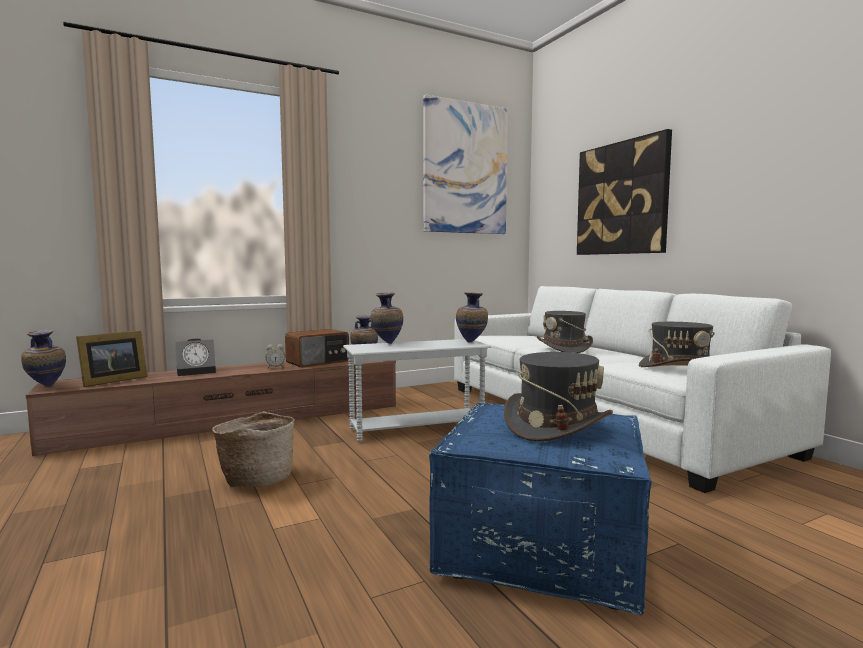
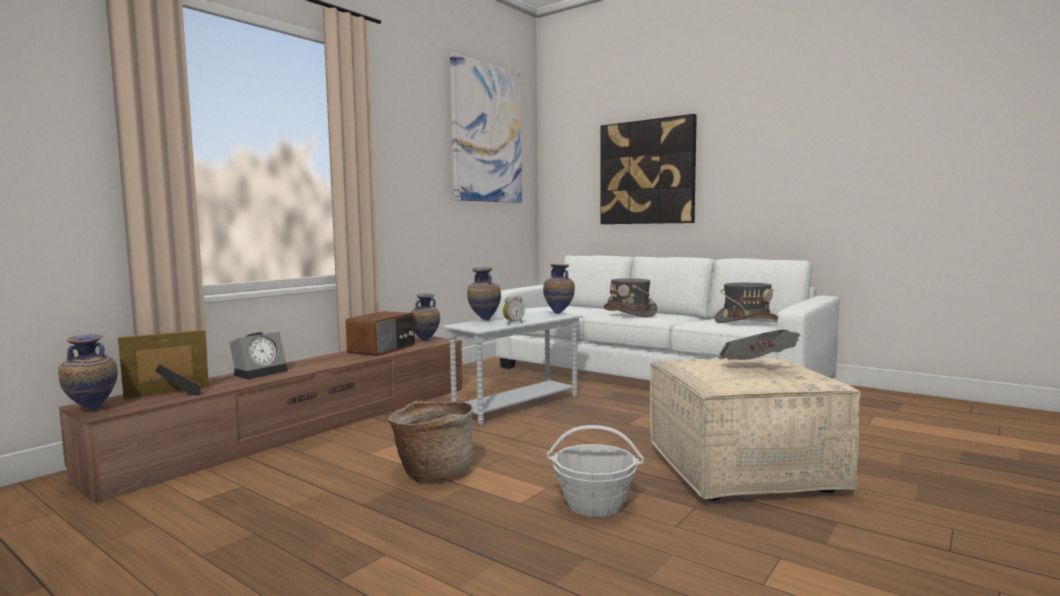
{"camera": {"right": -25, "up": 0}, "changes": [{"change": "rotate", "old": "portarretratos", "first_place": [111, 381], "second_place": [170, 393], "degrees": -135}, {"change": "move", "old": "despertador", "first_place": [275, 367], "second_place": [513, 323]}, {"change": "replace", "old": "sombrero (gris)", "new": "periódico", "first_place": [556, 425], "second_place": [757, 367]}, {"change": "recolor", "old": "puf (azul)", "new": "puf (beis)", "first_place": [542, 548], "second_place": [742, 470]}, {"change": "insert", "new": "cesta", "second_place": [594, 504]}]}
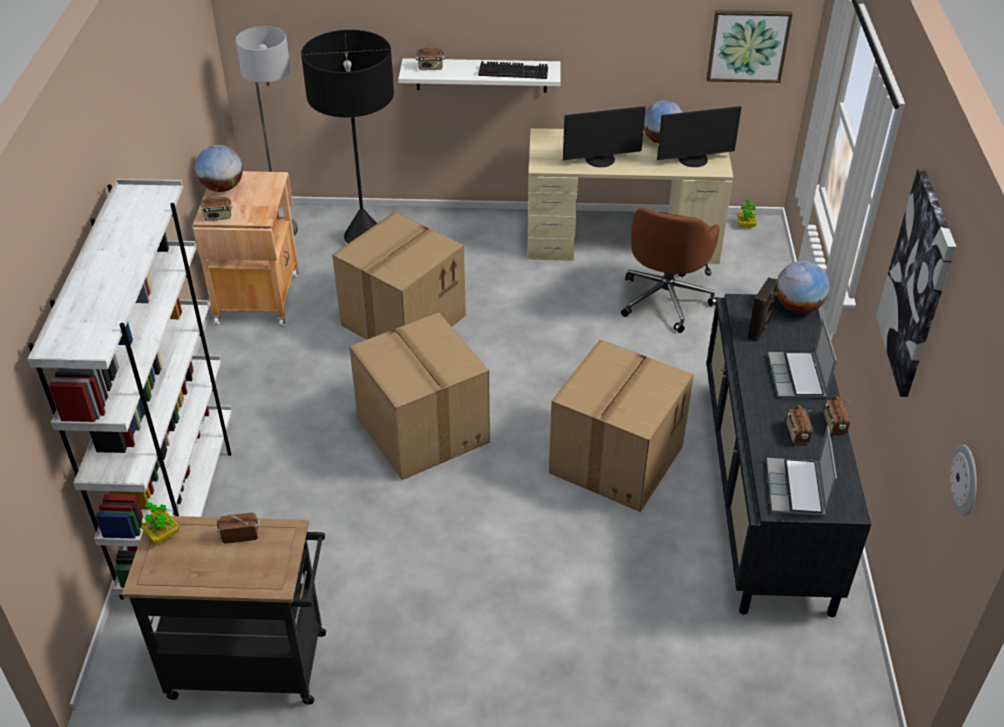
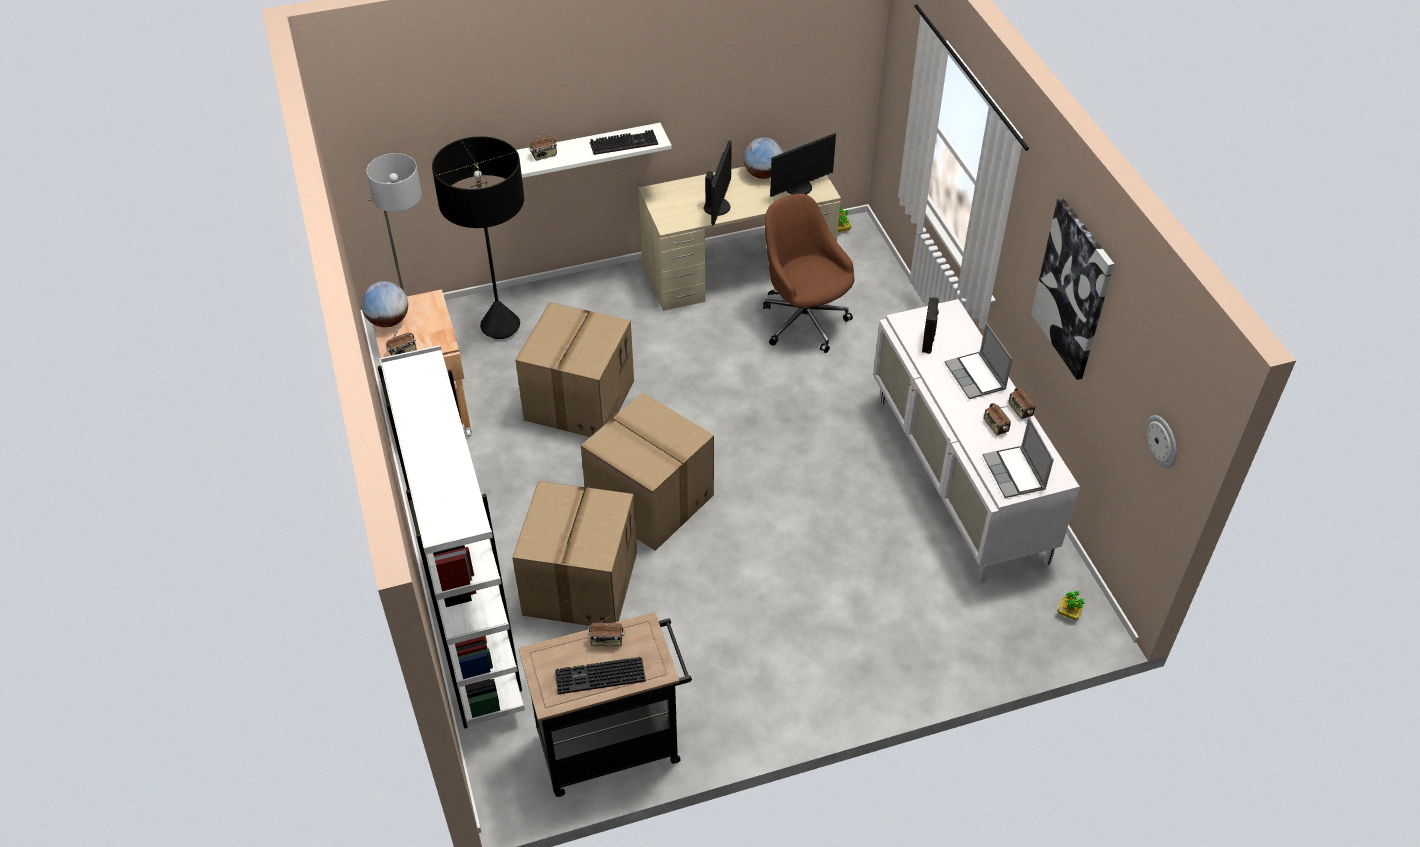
{"camera": {"right": -20, "up": 5}, "changes": [{"change": "delete", "old": "cuadro", "first_place": [748, 45]}, {"change": "rotate", "old": "monitor", "first_place": [600, 160], "second_place": [718, 207], "degrees": -45}, {"change": "rotate", "old": "silla de oficina (marrón)", "first_place": [665, 301], "second_place": [803, 322], "degrees": 150}, {"change": "delete", "old": "globo terráqueo", "first_place": [797, 307]}, {"change": "recolor", "old": "armario (negro)", "new": "armario (blanco)", "first_place": [763, 496], "second_place": [957, 478]}, {"change": "move", "old": "caja de cartón", "first_place": [615, 457], "second_place": [579, 582]}, {"change": "move", "old": "planta en maceta", "first_place": [162, 535], "second_place": [1068, 612]}, {"change": "rotate", "old": "radio", "first_place": [240, 535], "second_place": [607, 641], "degrees": -150}, {"change": "insert", "new": "teclado", "second_place": [599, 678]}]}
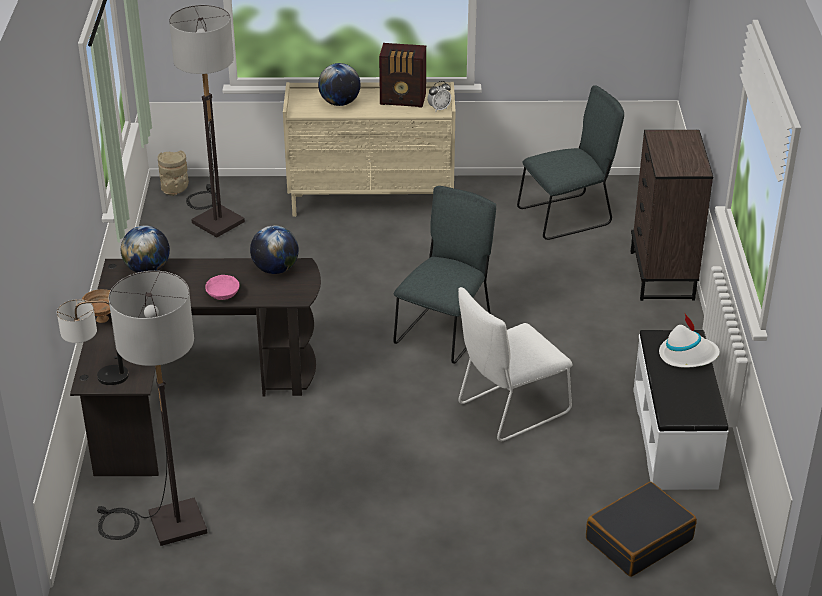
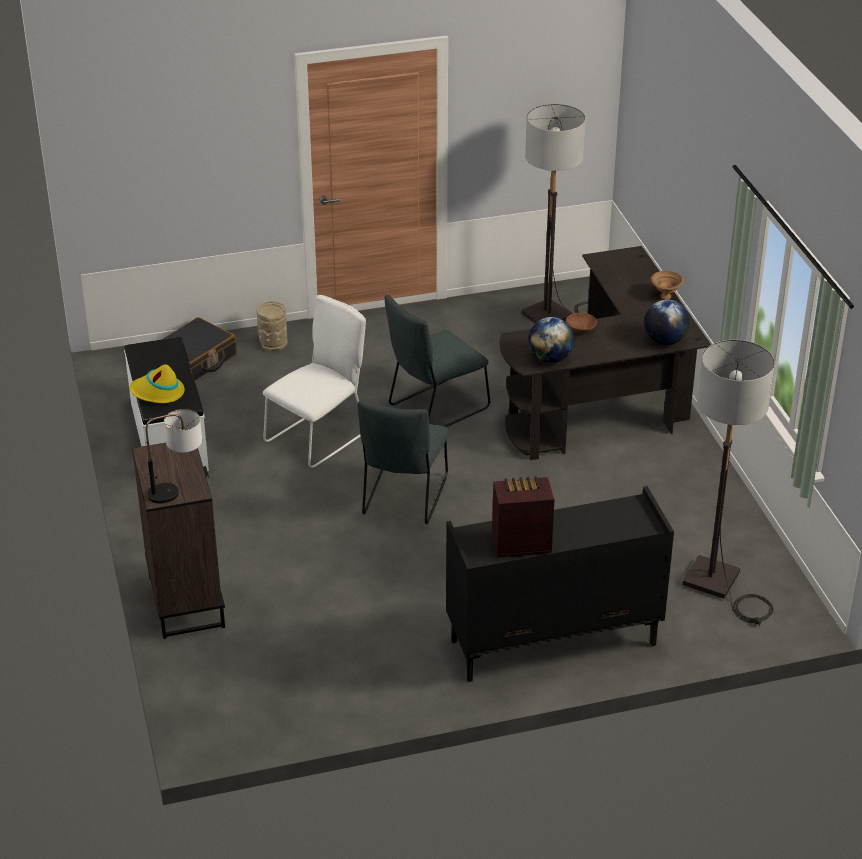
{"camera": {"right": 165, "up": 0}, "changes": [{"change": "delete", "old": "globo terráqueo", "first_place": [339, 103]}, {"change": "delete", "old": "despertador", "first_place": [439, 109]}, {"change": "recolor", "old": "cómoda (beis)", "new": "cómoda (negro)", "first_place": [371, 202], "second_place": [553, 643]}, {"change": "move", "old": "silla (gris)", "first_place": [568, 216], "second_place": [435, 408]}, {"change": "move", "old": "florero (beis)", "first_place": [175, 190], "second_place": [273, 343]}, {"change": "recolor", "old": "cuenco (rosa)", "new": "cuenco (marrón)", "first_place": [223, 294], "second_place": [581, 330]}, {"change": "move", "old": "lámpara de mesa", "first_place": [97, 377], "second_place": [178, 491]}, {"change": "recolor", "old": "sombrero (blanco)", "new": "sombrero (amarillo)", "first_place": [688, 355], "second_place": [157, 393]}]}
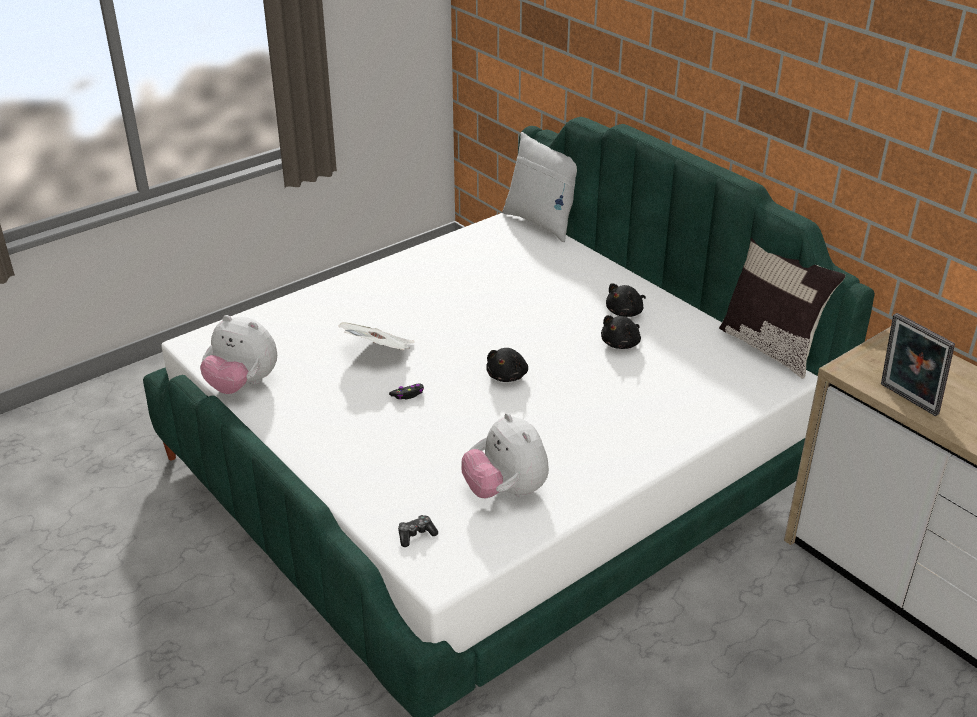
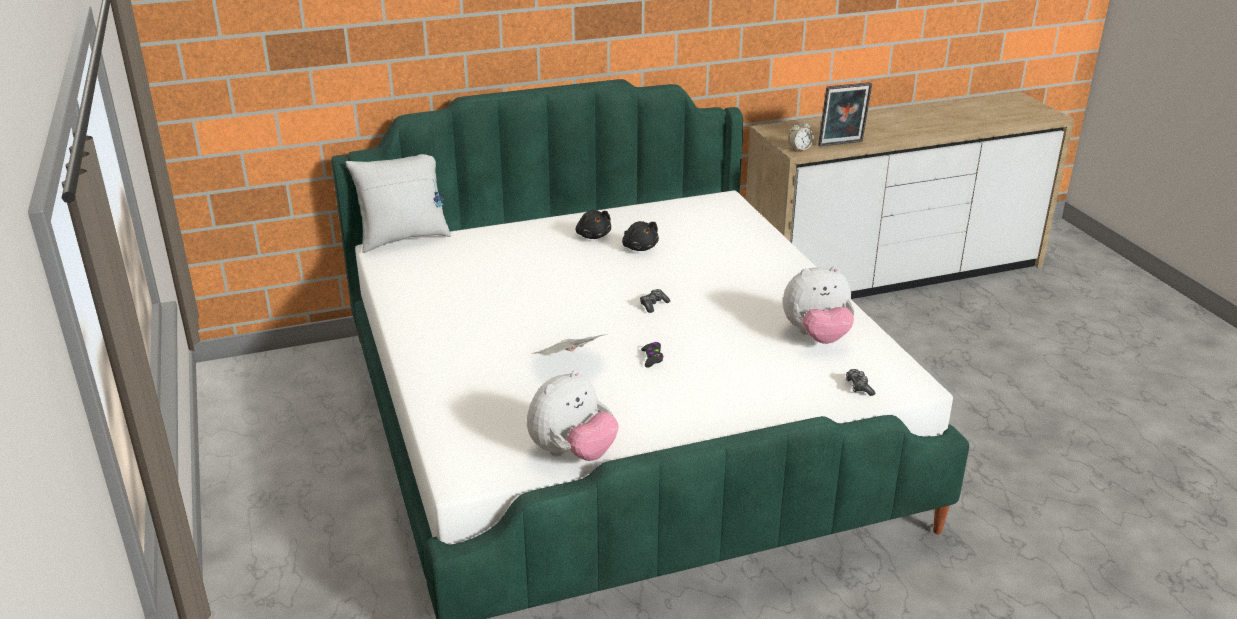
{"camera": {"right": -70, "up": -5}, "changes": [{"change": "delete", "old": "cojín", "first_place": [770, 348]}, {"change": "replace", "old": "peluche (negro)", "new": "mando de consola", "first_place": [507, 376], "second_place": [653, 305]}, {"change": "insert", "new": "despertador", "second_place": [800, 149]}]}
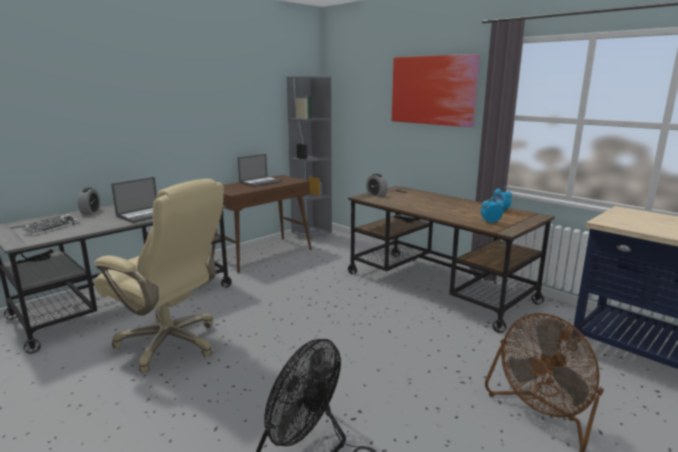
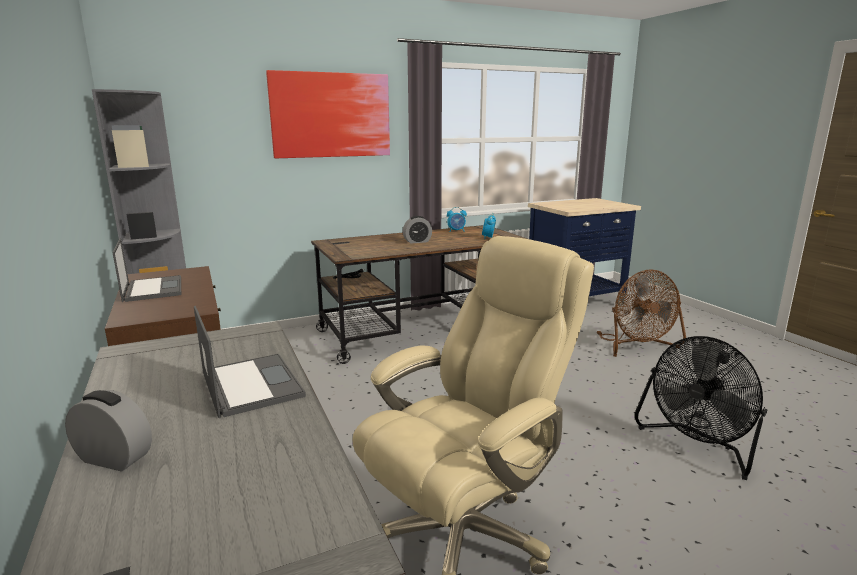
{"camera": {"right": -70, "up": 0}, "changes": [{"change": "move", "old": "despertador", "first_place": [376, 195], "second_place": [417, 241]}, {"change": "delete", "old": "teclado", "first_place": [52, 228]}]}
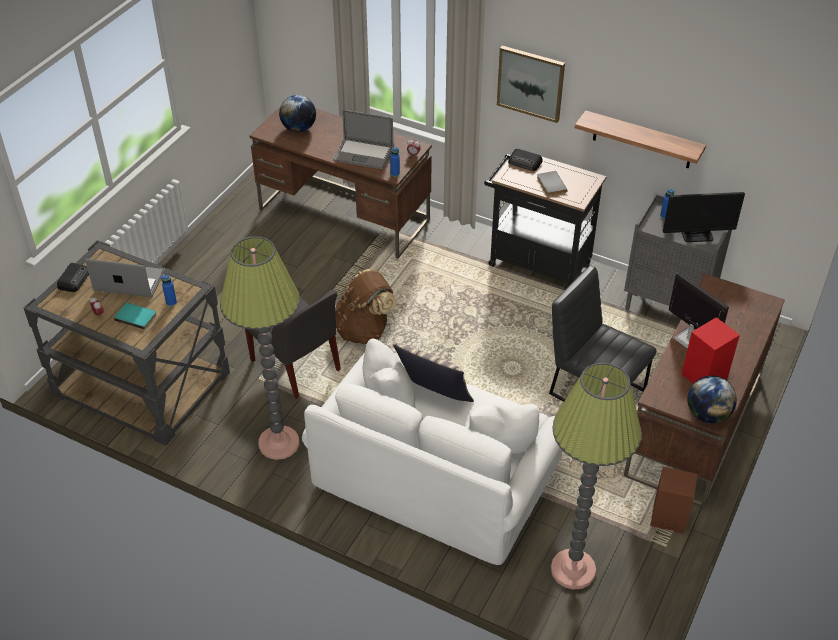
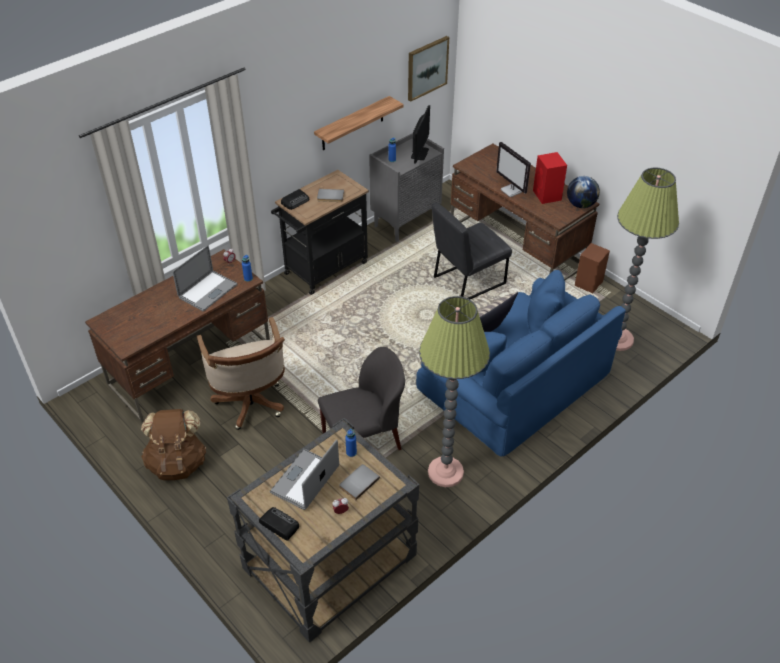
{"camera": {"right": -70, "up": 0}, "changes": [{"change": "move", "old": "cuadro", "first_place": [530, 83], "second_place": [427, 68]}, {"change": "delete", "old": "globo terráqueo", "first_place": [299, 128]}, {"change": "move", "old": "mochila (marrón)", "first_place": [364, 330], "second_place": [177, 463]}, {"change": "rotate", "old": "monitor", "first_place": [688, 339], "second_place": [511, 191], "degrees": -105}, {"change": "recolor", "old": "libro (turquesa)", "new": "libro (gris)", "first_place": [136, 316], "second_place": [358, 482]}, {"change": "recolor", "old": "sofá (blanco)", "new": "sofá (azul)", "first_place": [437, 474], "second_place": [513, 384]}, {"change": "insert", "new": "silla de oficina", "second_place": [251, 405]}]}
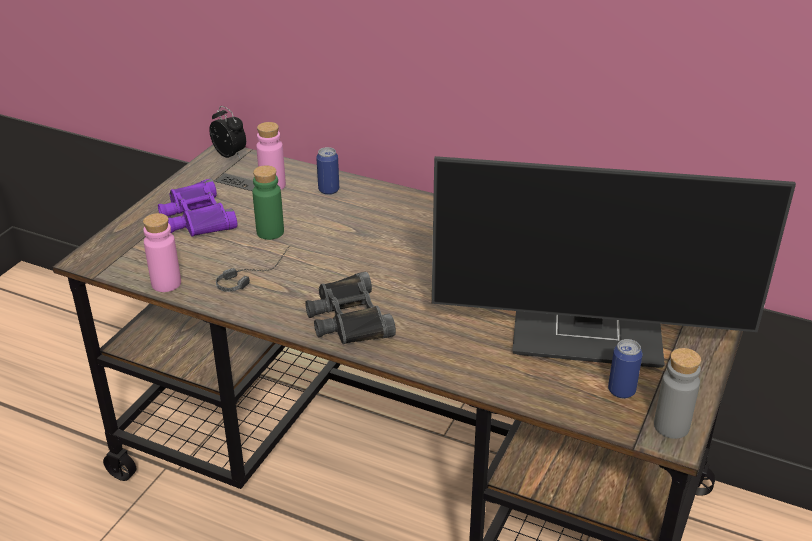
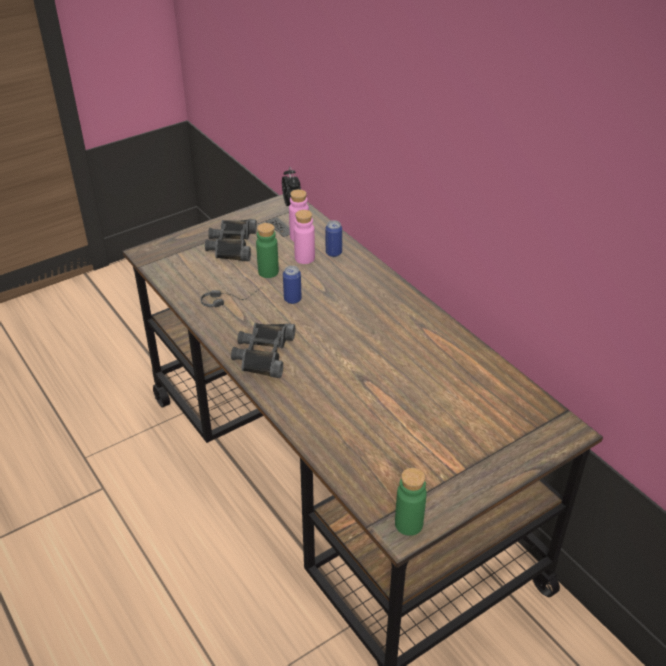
{"camera": {"right": 30, "up": 5}, "changes": [{"change": "delete", "old": "monitor", "first_place": [590, 333]}, {"change": "recolor", "old": "prismáticos (morado)", "new": "prismáticos (negro)", "first_place": [196, 217], "second_place": [231, 245]}, {"change": "move", "old": "botella (rosa)", "first_place": [166, 283], "second_place": [304, 258]}, {"change": "move", "old": "lata", "first_place": [621, 391], "second_place": [292, 299]}, {"change": "recolor", "old": "botella (gris)", "new": "botella (verde)", "first_place": [671, 426], "second_place": [408, 524]}]}
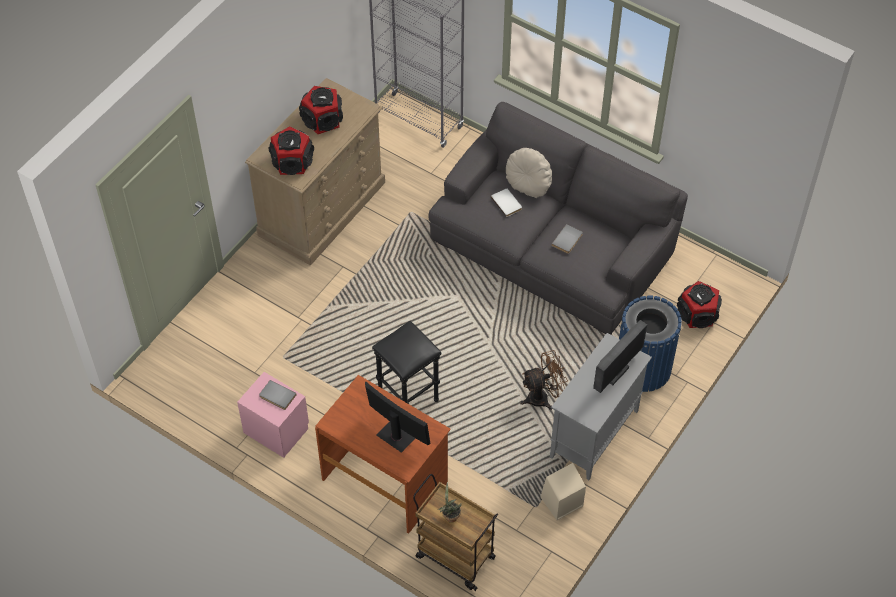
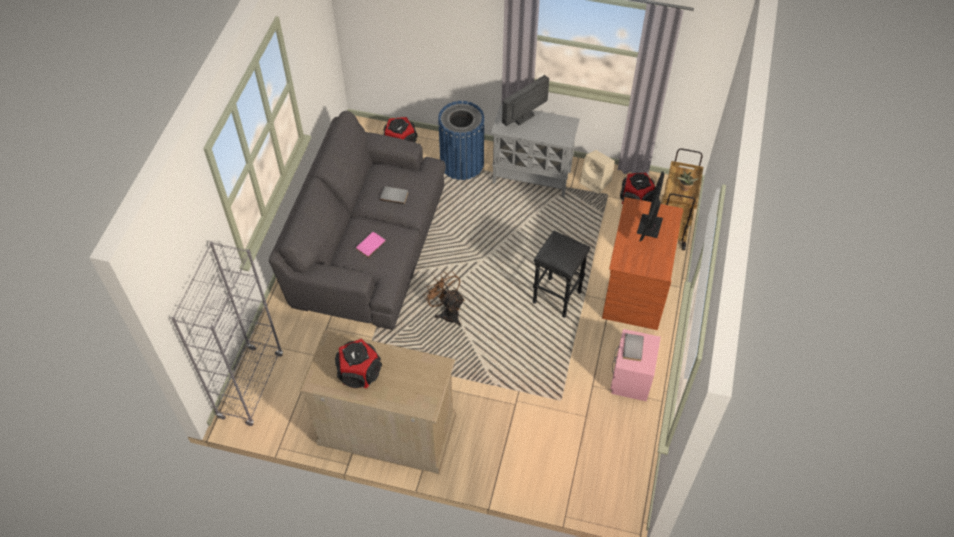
{"camera": {"right": -110, "up": 0}, "changes": [{"change": "move", "old": "altavoz", "first_place": [292, 162], "second_place": [635, 199]}, {"change": "delete", "old": "cojín (beis)", "first_place": [528, 187]}, {"change": "recolor", "old": "libro (blanco)", "new": "libro (rosa)", "first_place": [507, 203], "second_place": [370, 245]}, {"change": "rotate", "old": "monitor", "first_place": [616, 373], "second_place": [525, 119], "degrees": -60}, {"change": "move", "old": "ventilador (marrón)", "first_place": [543, 397], "second_place": [447, 312]}]}
